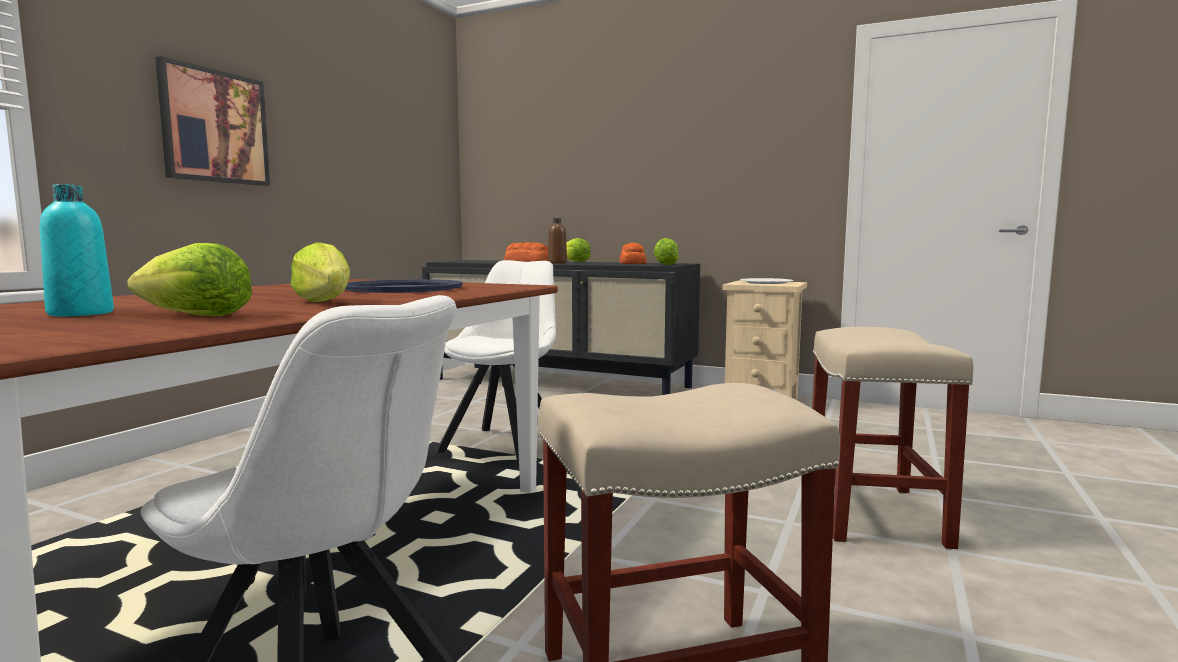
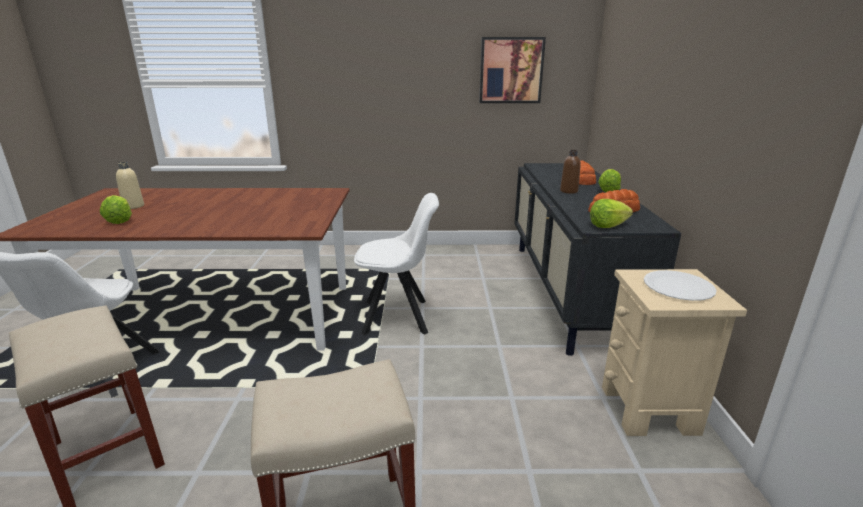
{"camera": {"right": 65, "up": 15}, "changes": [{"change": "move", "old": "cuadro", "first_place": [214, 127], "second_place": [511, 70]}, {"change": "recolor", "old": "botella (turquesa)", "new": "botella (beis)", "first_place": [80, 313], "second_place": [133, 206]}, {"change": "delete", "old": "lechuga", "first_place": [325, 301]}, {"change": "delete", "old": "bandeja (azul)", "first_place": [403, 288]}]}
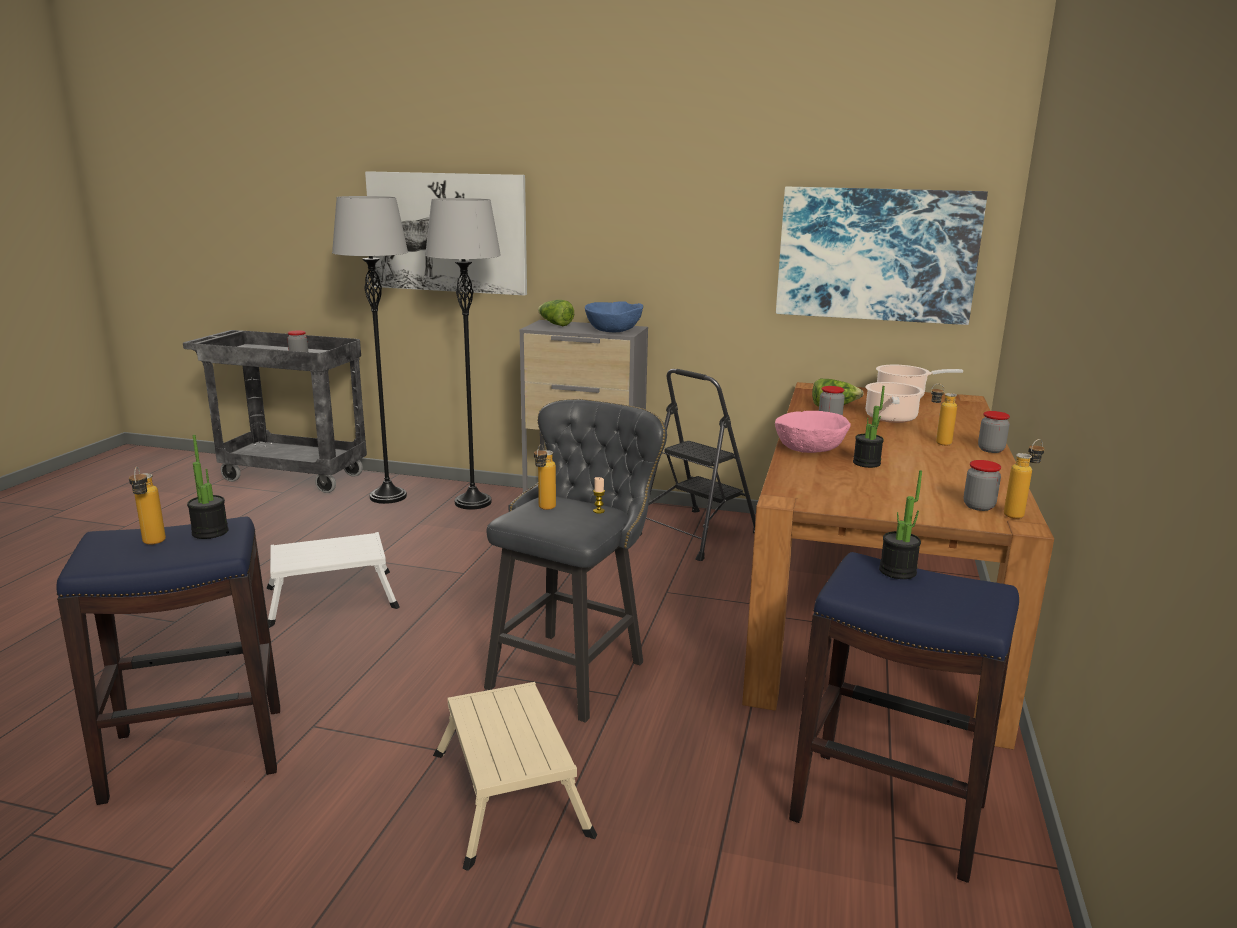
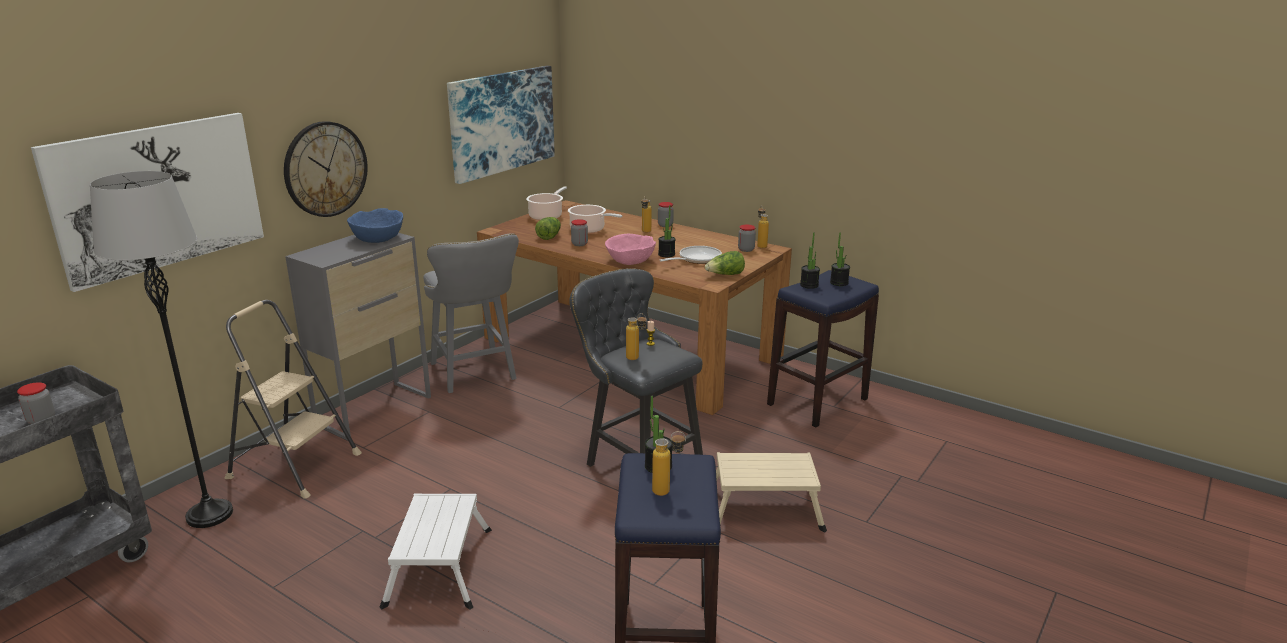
{"camera": {"right": -70, "up": 5}, "changes": [{"change": "replace", "old": "lámpara de pie (gris)", "new": "escalera de tijera (beis)", "first_place": [473, 502], "second_place": [291, 464]}, {"change": "move", "old": "lechuga", "first_place": [555, 324], "second_place": [725, 275]}, {"change": "replace", "old": "escalera de tijera (negro)", "new": "taburete (gris)", "first_place": [695, 534], "second_place": [476, 376]}, {"change": "insert", "new": "reloj de pared", "second_place": [325, 169]}, {"change": "insert", "new": "planta en maceta", "second_place": [839, 283]}, {"change": "insert", "new": "sartén", "second_place": [696, 259]}]}
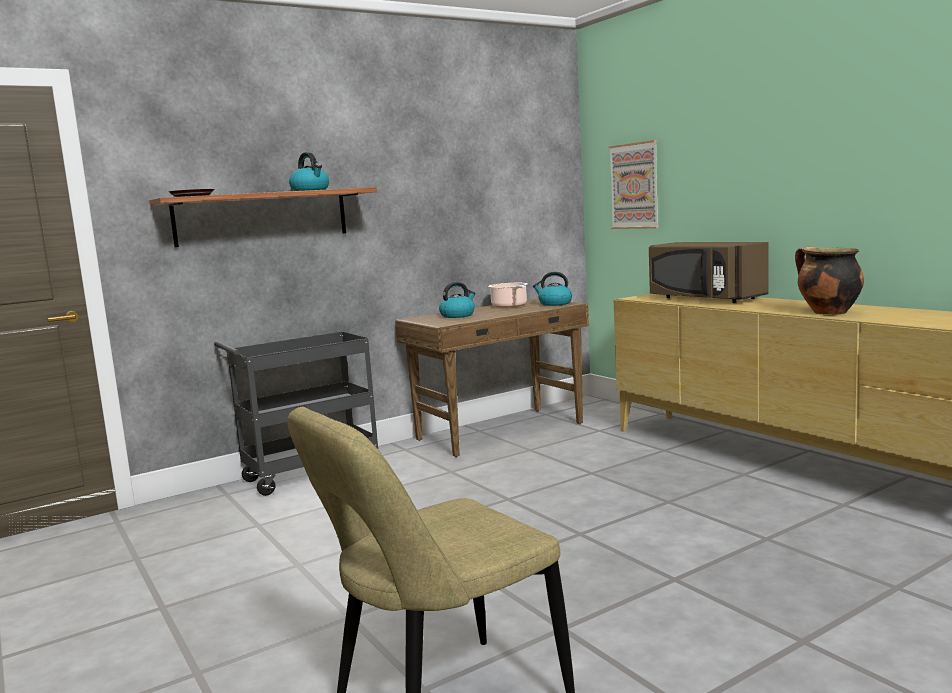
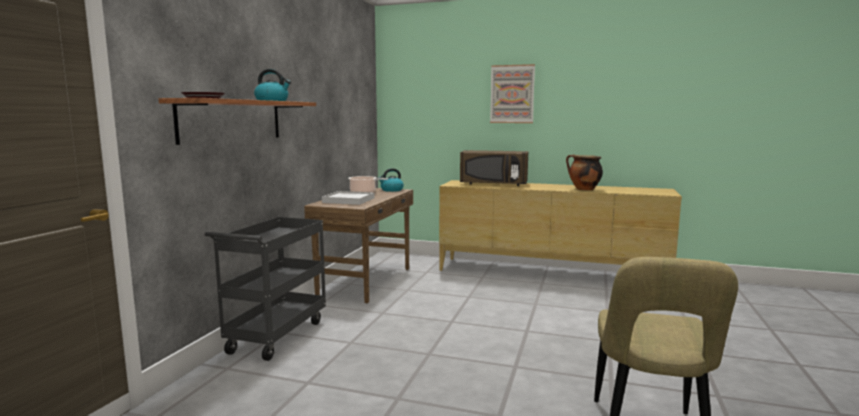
{"camera": {"right": -40, "up": 0}, "changes": [{"change": "move", "old": "cuadro", "first_place": [635, 186], "second_place": [512, 94]}, {"change": "replace", "old": "hervidor", "new": "bandeja (blanco)", "first_place": [458, 315], "second_place": [348, 200]}]}
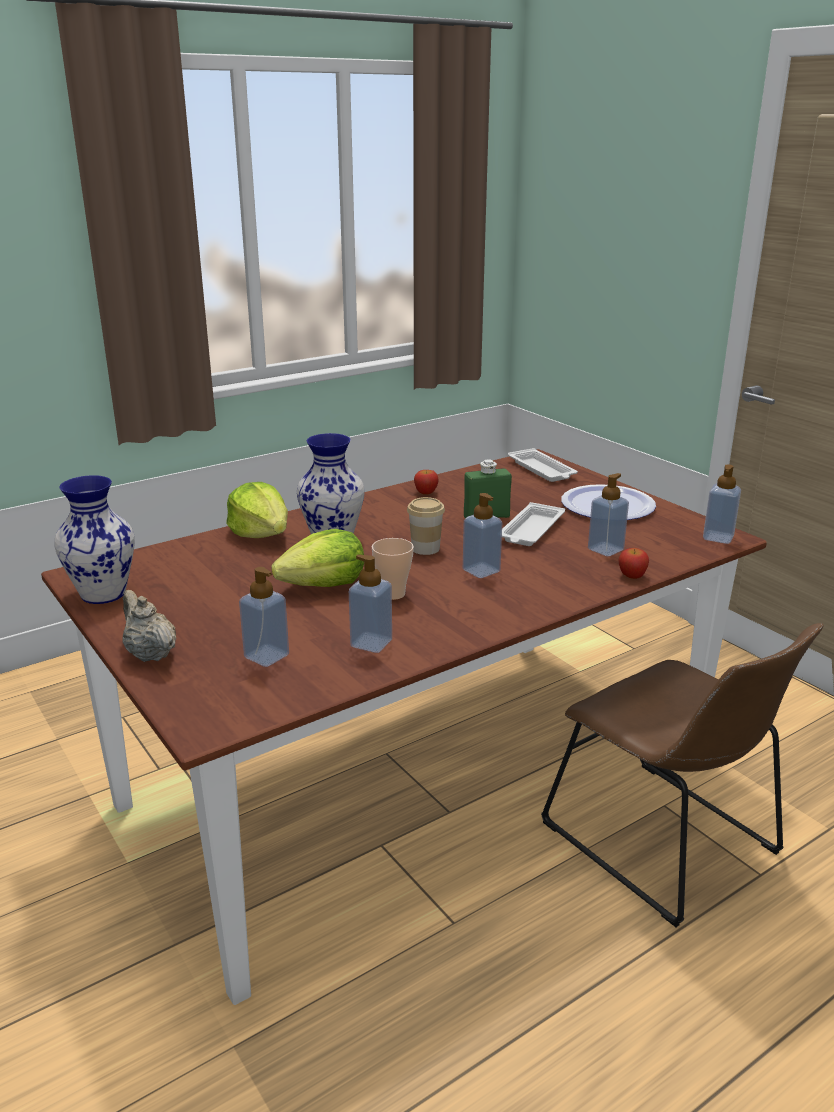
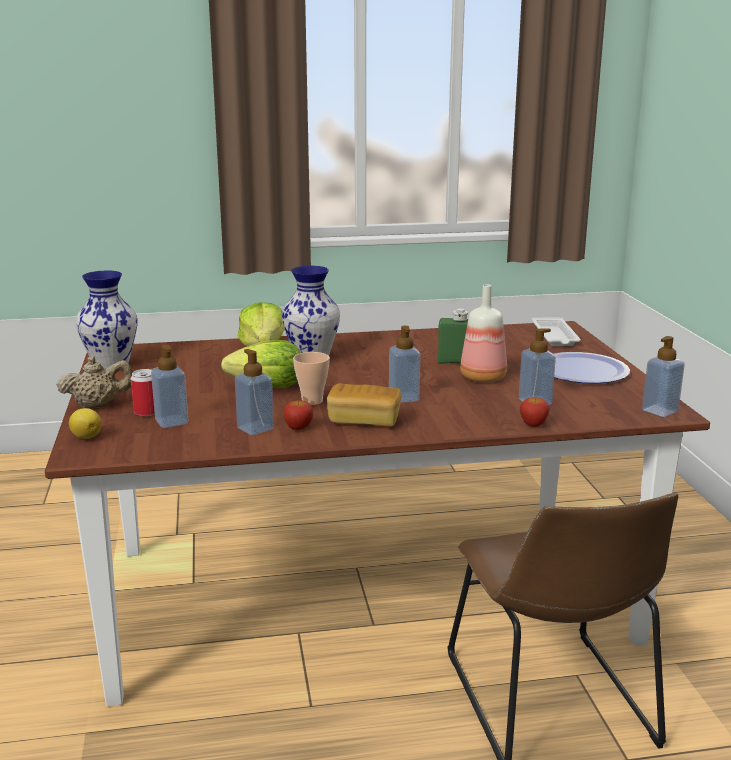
{"camera": {"right": 25, "up": -5}, "changes": [{"change": "move", "old": "manzana", "first_place": [426, 492], "second_place": [298, 427]}, {"change": "delete", "old": "taza", "first_place": [425, 548]}, {"change": "replace", "old": "bandeja (blanco)", "new": "botella", "first_place": [530, 530], "second_place": [484, 378]}, {"change": "rotate", "old": "tetera (beis)", "first_place": [150, 654], "second_place": [98, 405], "degrees": 90}, {"change": "insert", "new": "lata", "second_place": [147, 412]}, {"change": "insert", "new": "pan", "second_place": [364, 421]}, {"change": "insert", "new": "limón", "second_place": [86, 436]}]}
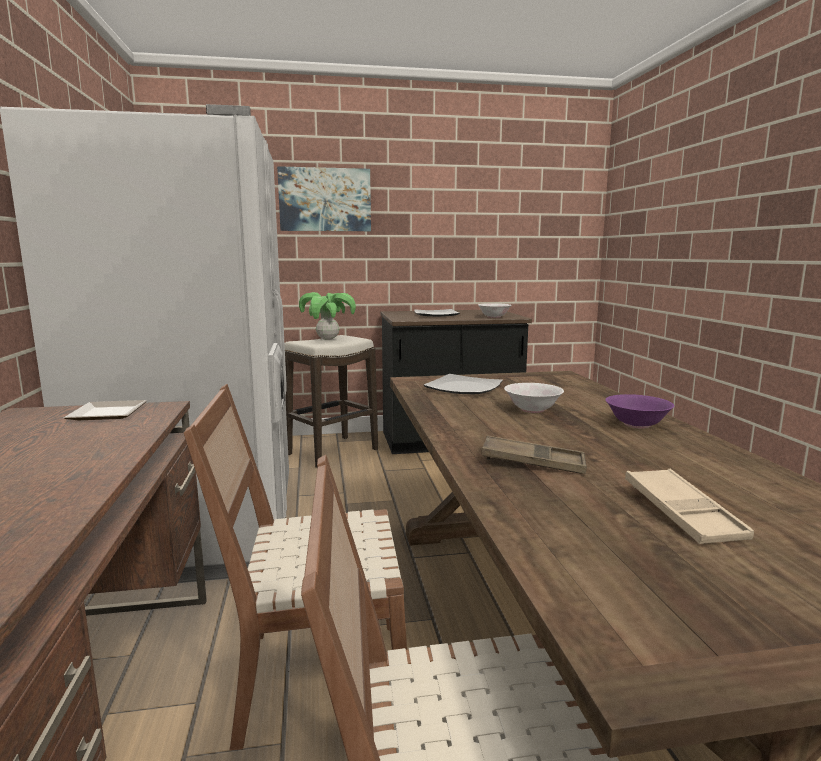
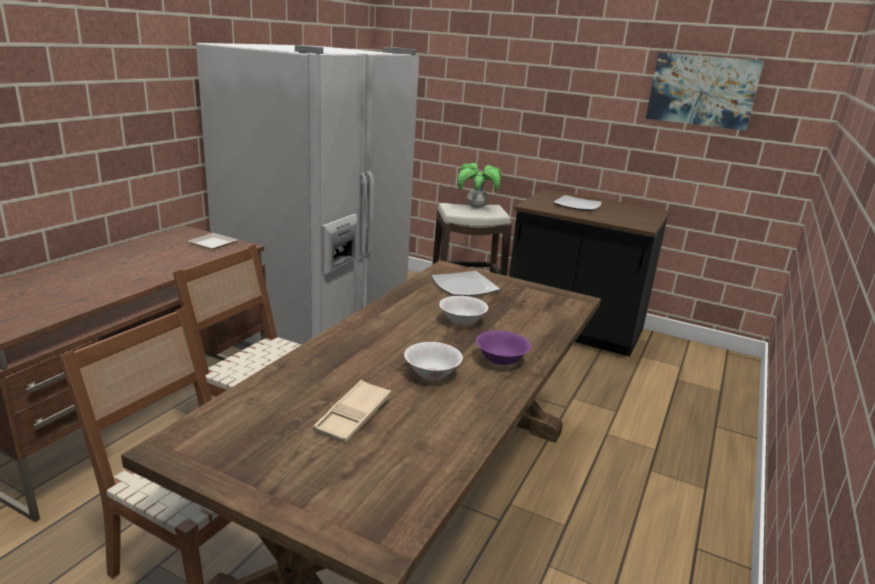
{"camera": {"right": 35, "up": 10}, "changes": [{"change": "move", "old": "cuadro", "first_place": [325, 200], "second_place": [702, 90]}, {"change": "move", "old": "cuenco (blanco)", "first_place": [494, 317], "second_place": [432, 374]}, {"change": "delete", "old": "bandeja (marrón)", "first_place": [533, 462]}]}
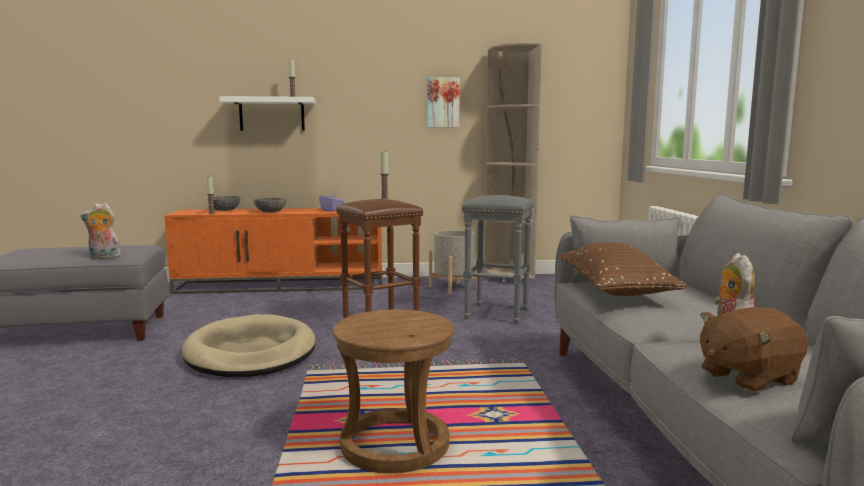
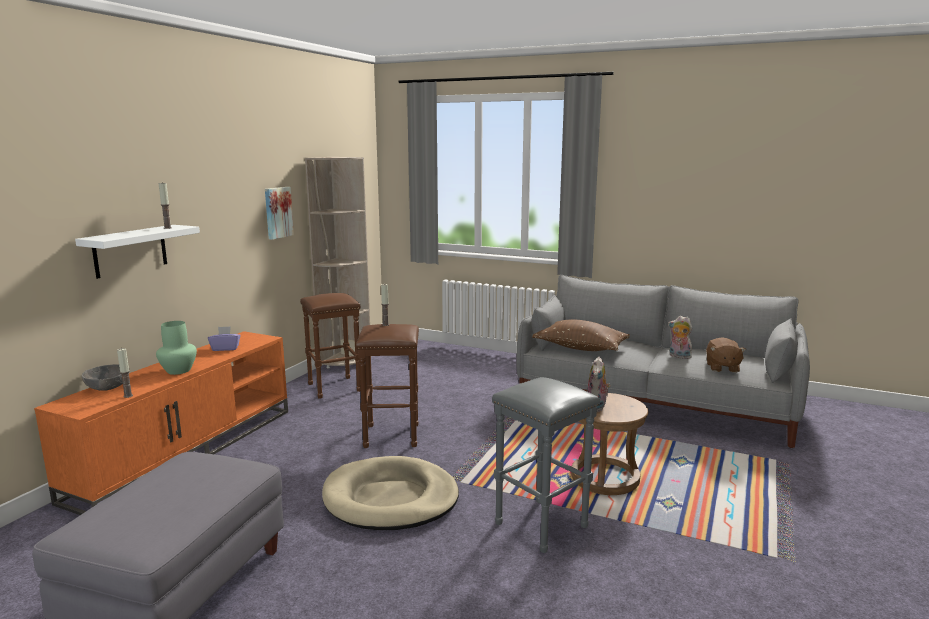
{"camera": {"right": -60, "up": 5}, "changes": [{"change": "move", "old": "taburete (gris)", "first_place": [495, 313], "second_place": [539, 524]}, {"change": "replace", "old": "cuenco (gris)", "new": "florero (verde)", "first_place": [270, 212], "second_place": [178, 371]}, {"change": "move", "old": "peluche", "first_place": [103, 257], "second_place": [596, 408]}, {"change": "replace", "old": "maceta (gris)", "new": "taburete (marrón)", "first_place": [454, 287], "second_place": [333, 387]}]}
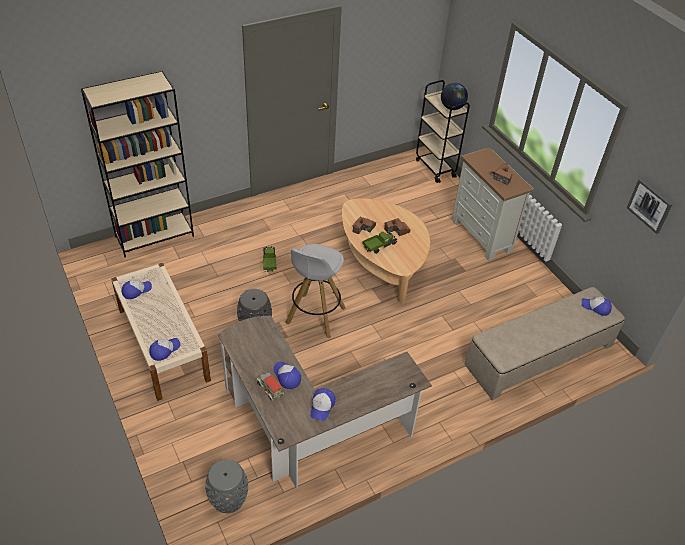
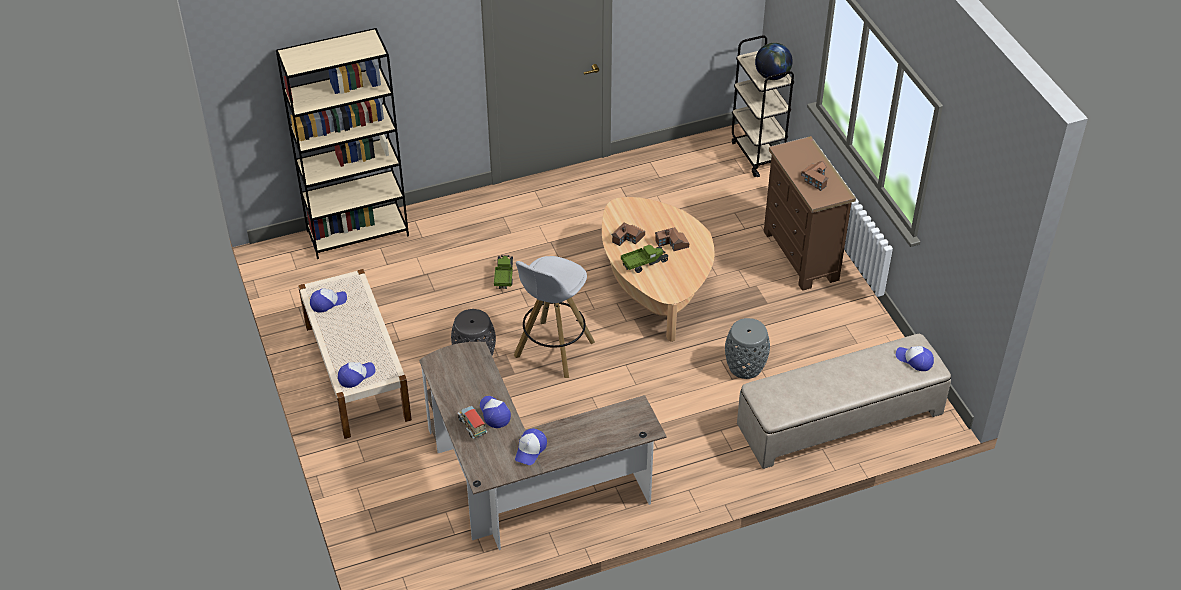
{"camera": {"right": 10, "up": 0}, "changes": [{"change": "recolor", "old": "cómoda (blanco)", "new": "cómoda (marrón)", "first_place": [481, 235], "second_place": [800, 256]}, {"change": "delete", "old": "cuadro", "first_place": [649, 205]}, {"change": "move", "old": "taburete (gris)", "first_place": [228, 499], "second_place": [745, 366]}]}
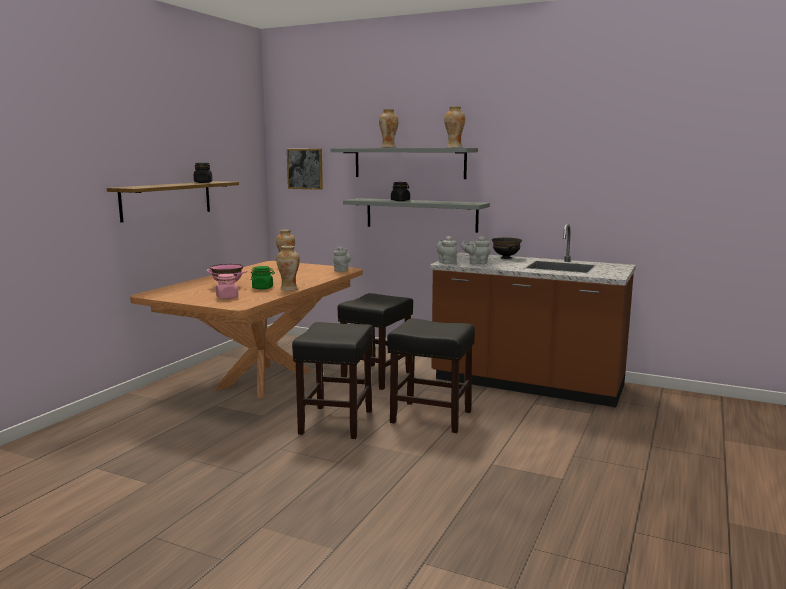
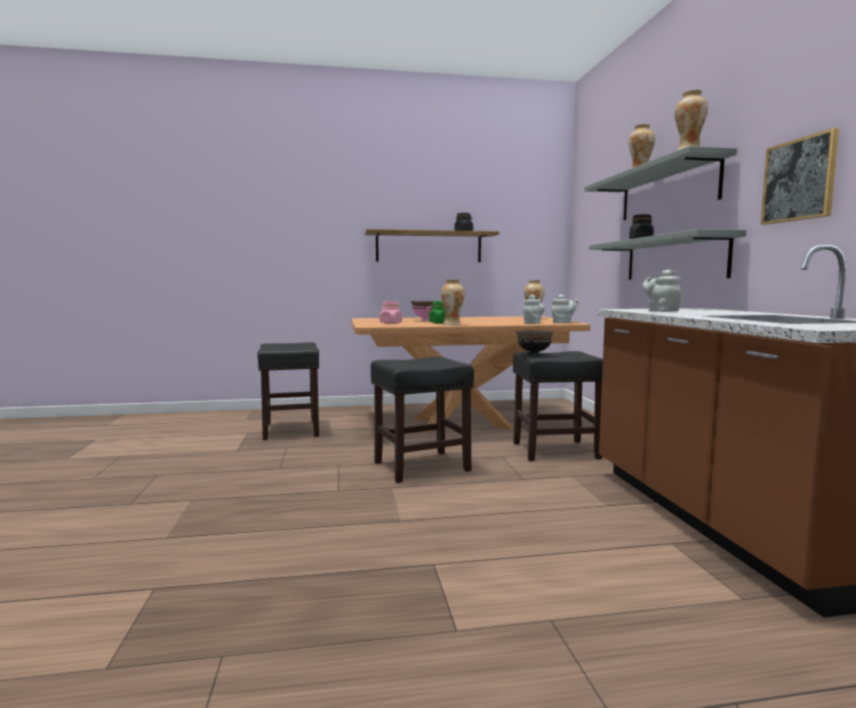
{"camera": {"right": 55, "up": -5}, "changes": [{"change": "move", "old": "cuadro", "first_place": [305, 169], "second_place": [799, 180]}, {"change": "move", "old": "tetera (gris)", "first_place": [446, 262], "second_place": [533, 323]}, {"change": "move", "old": "cuenco (negro)", "first_place": [506, 258], "second_place": [534, 354]}, {"change": "move", "old": "taburete (negro)", "first_place": [430, 417], "second_place": [291, 429]}]}
